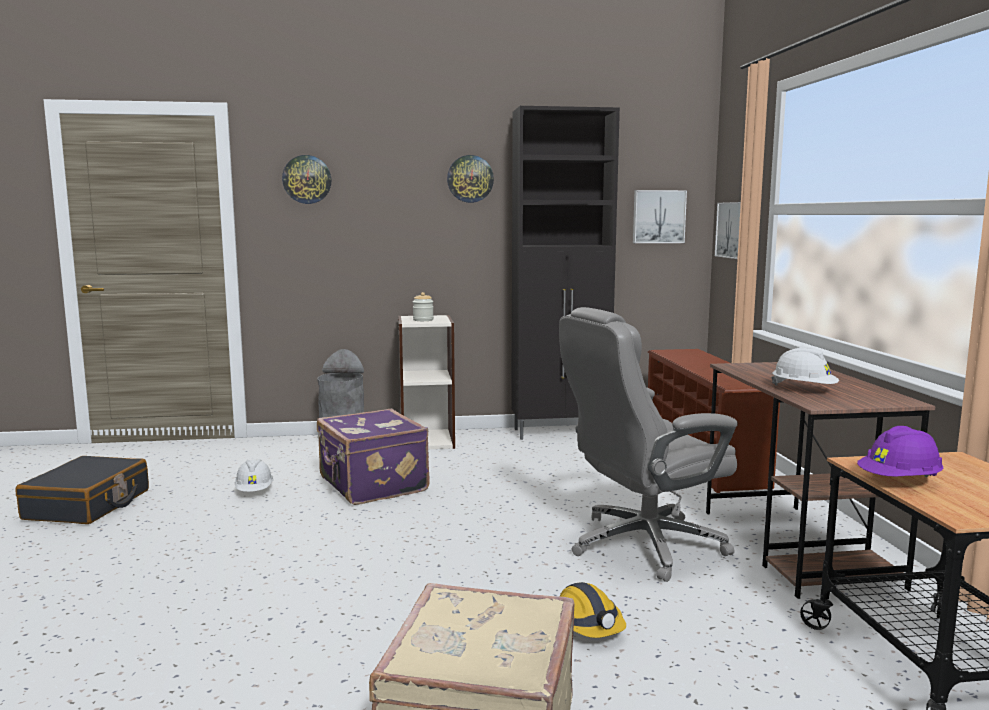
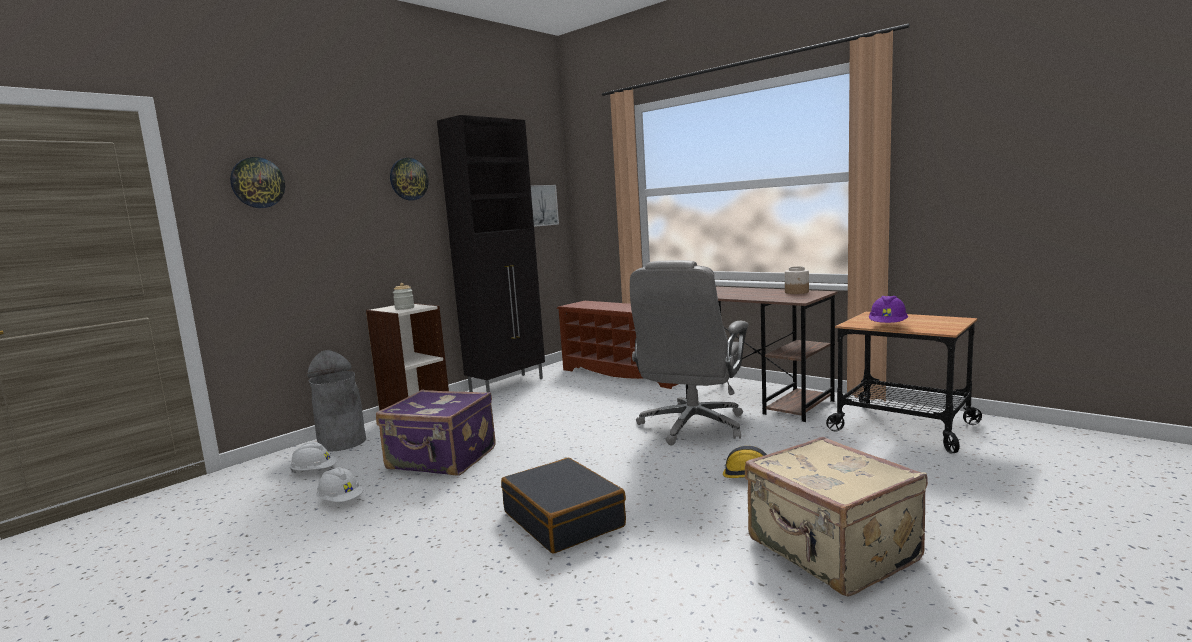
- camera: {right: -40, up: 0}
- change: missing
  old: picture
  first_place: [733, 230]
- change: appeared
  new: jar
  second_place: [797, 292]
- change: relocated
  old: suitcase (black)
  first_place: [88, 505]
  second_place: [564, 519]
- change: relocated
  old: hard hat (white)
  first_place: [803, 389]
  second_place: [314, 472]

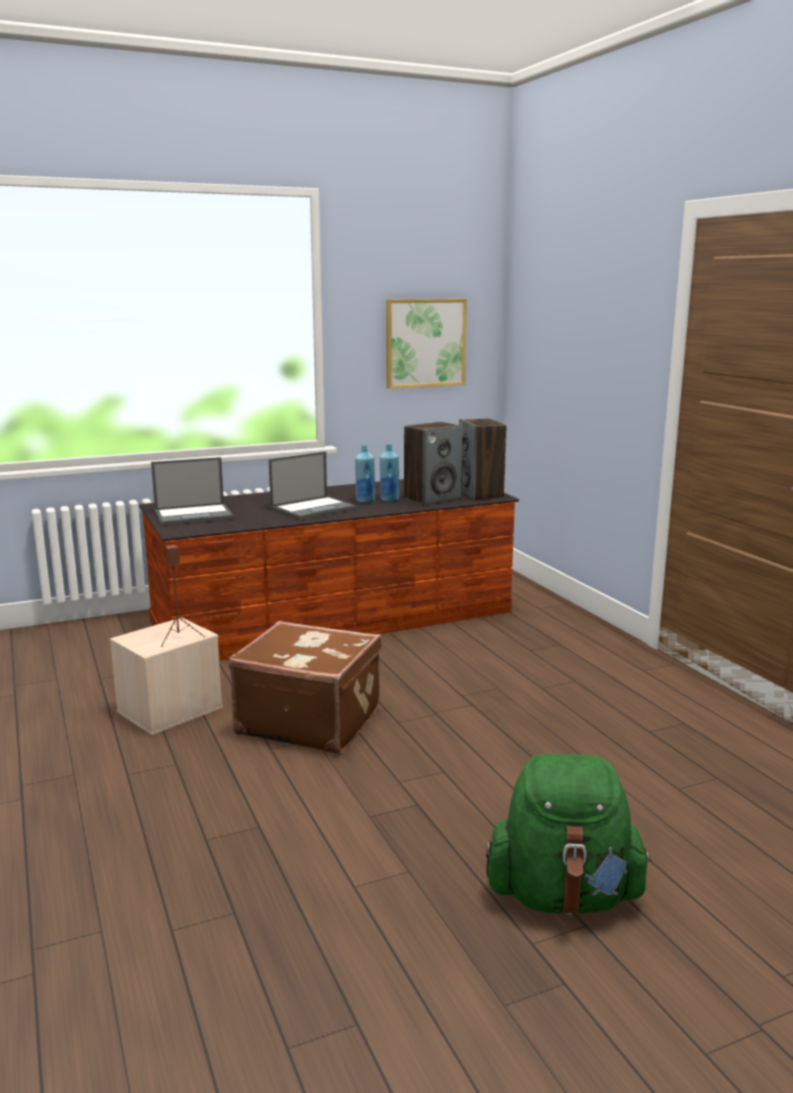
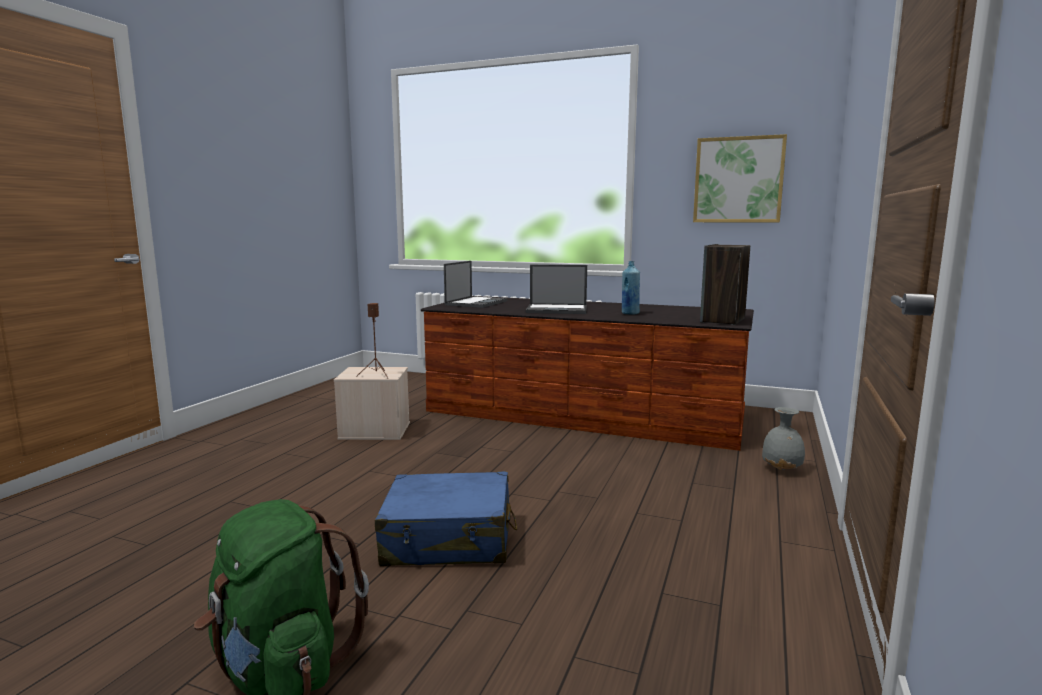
- camera: {right: 45, up: -5}
- change: missing
  old: suitcase (brown)
  first_place: [309, 721]
- change: missing
  old: bottle (blue)
  first_place: [365, 501]
- change: missing
  old: speaker
  first_place: [432, 499]
- change: appeared
  new: suitcase (blue)
  second_place: [449, 539]
- change: appeared
  new: vase (grey)
  second_place: [782, 469]
- change: spun
  old: laptop
  first_place: [194, 515]
  second_place: [476, 303]
  degrees: -90

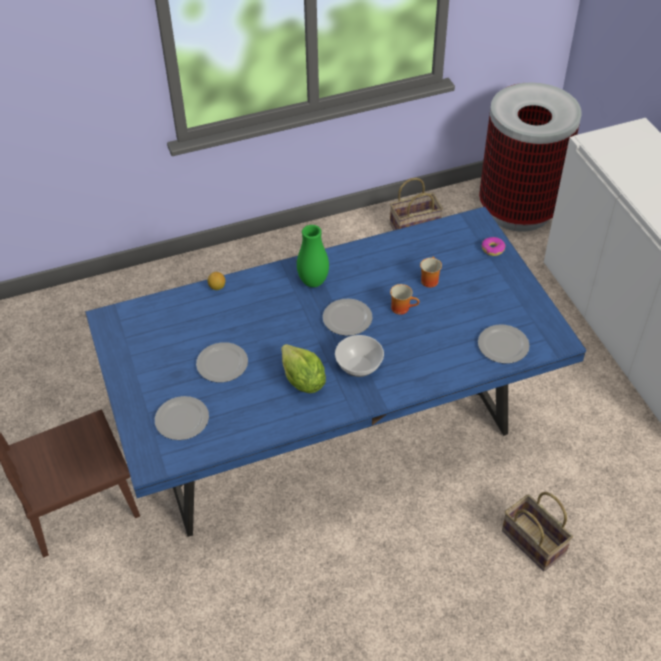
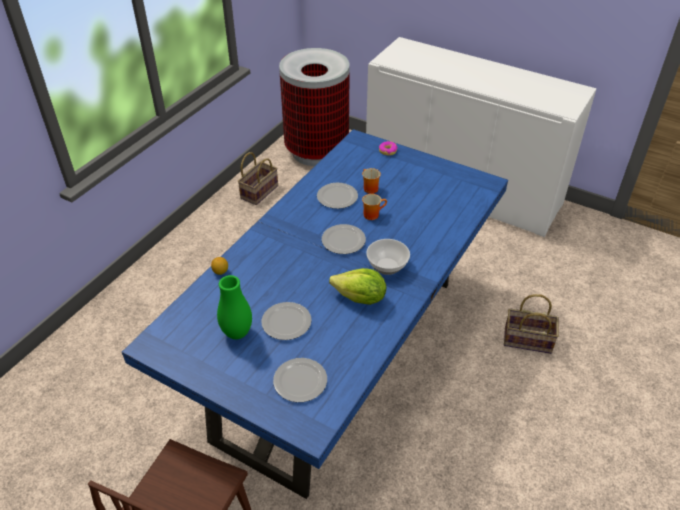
- camera: {right: -40, up: -5}
- change: relocated
  old: vase (green)
  first_place: [313, 282]
  second_place: [237, 333]
- change: relocated
  old: plate
  first_place: [502, 345]
  second_place: [336, 197]

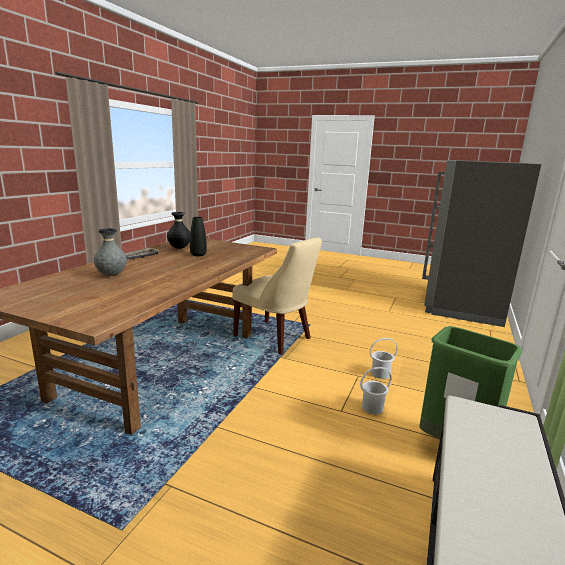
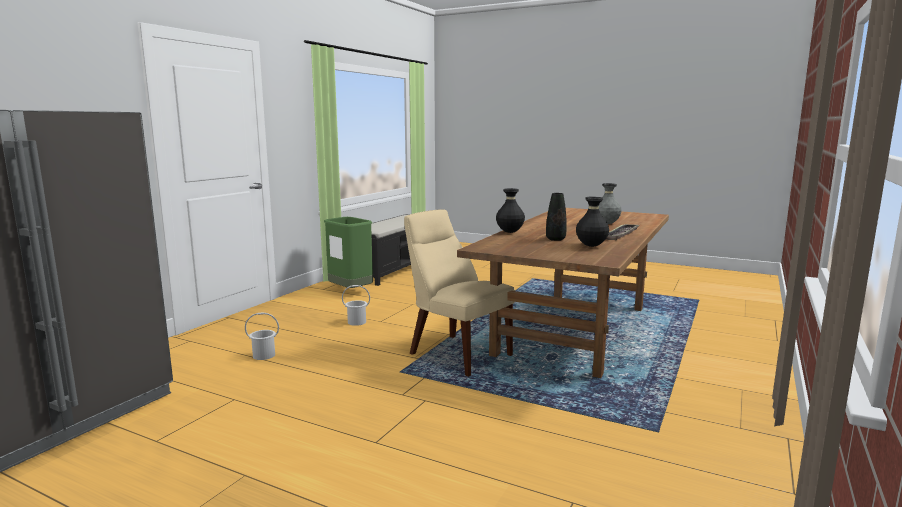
- camera: {right: -175, up: -5}
- change: appeared
  new: vase (black)
  second_place: [510, 232]
- change: relocated
  old: bucket (white)
  first_place: [373, 408]
  second_place: [264, 355]

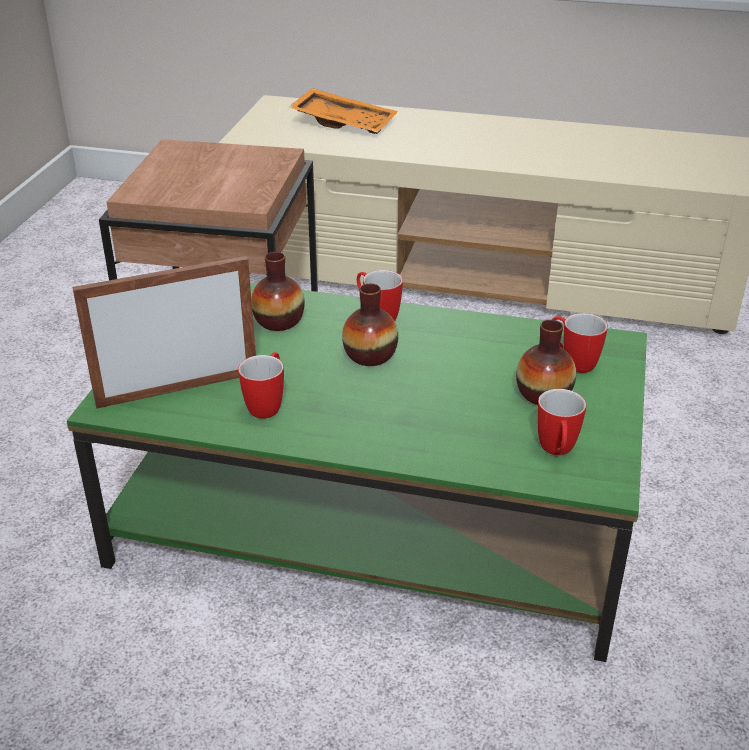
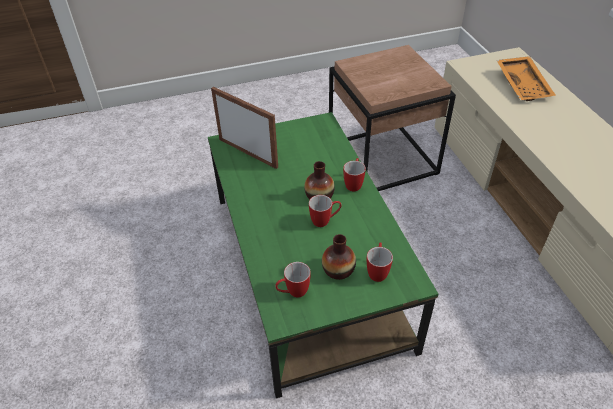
- camera: {right: 60, up: 10}
- change: missing
  old: vase
  first_place: [279, 321]
- change: relocated
  old: mug
  first_place: [267, 405]
  second_place: [325, 221]

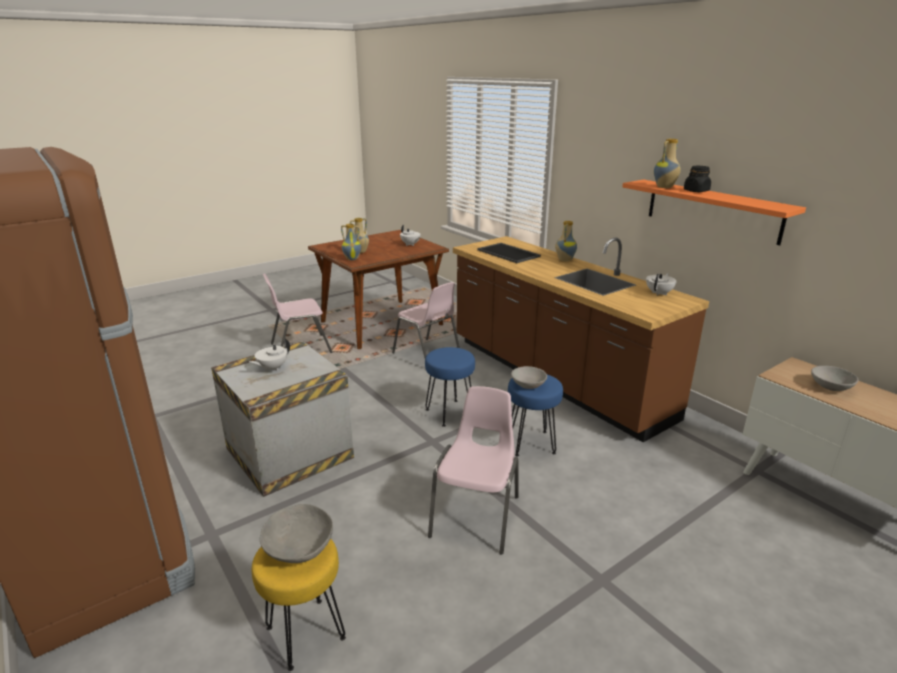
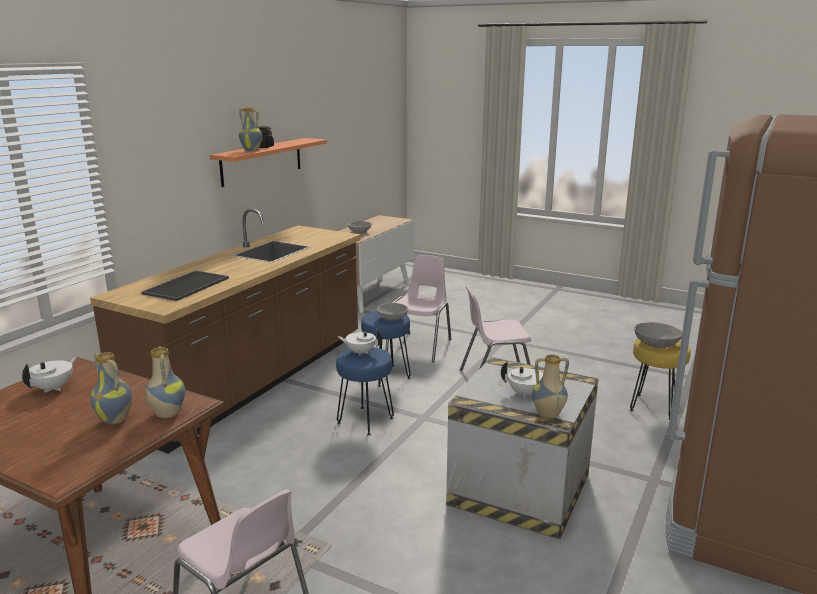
- camera: {right: -115, up: -5}
- change: relocated
  old: chair (pink)
  first_place: [427, 355]
  second_place: [420, 346]
- change: relocated
  old: vase
  first_place: [564, 260]
  second_place: [548, 415]
- change: relocated
  old: teapot (white)
  first_place: [659, 293]
  second_place: [360, 352]

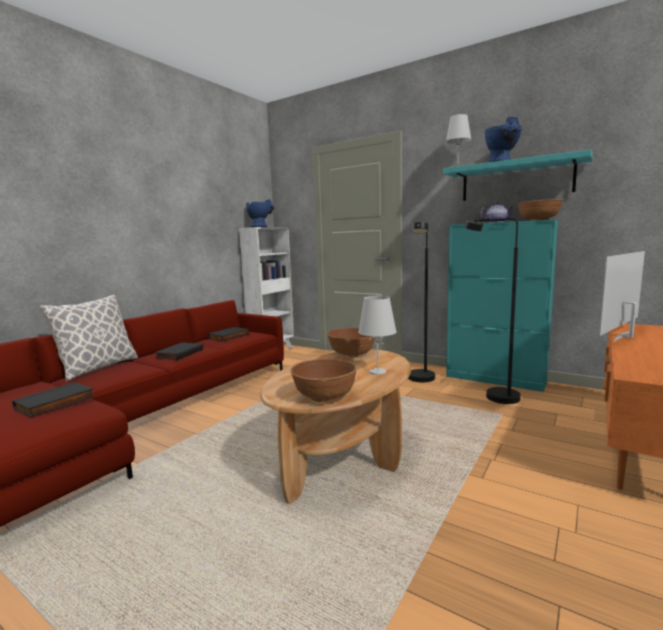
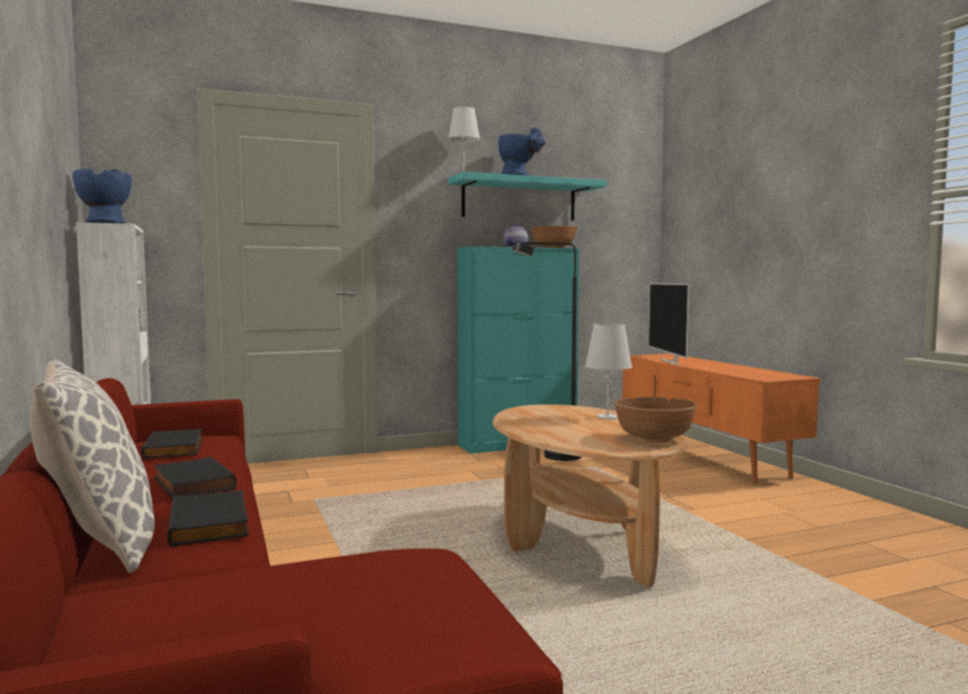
- camera: {right: -55, up: -5}
- change: missing
  old: bowl (brown)
  first_place: [352, 354]
- change: missing
  old: floor lamp (black)
  first_place: [420, 380]
- change: relocated
  old: book (black)
  first_place: [56, 403]
  second_place: [212, 524]

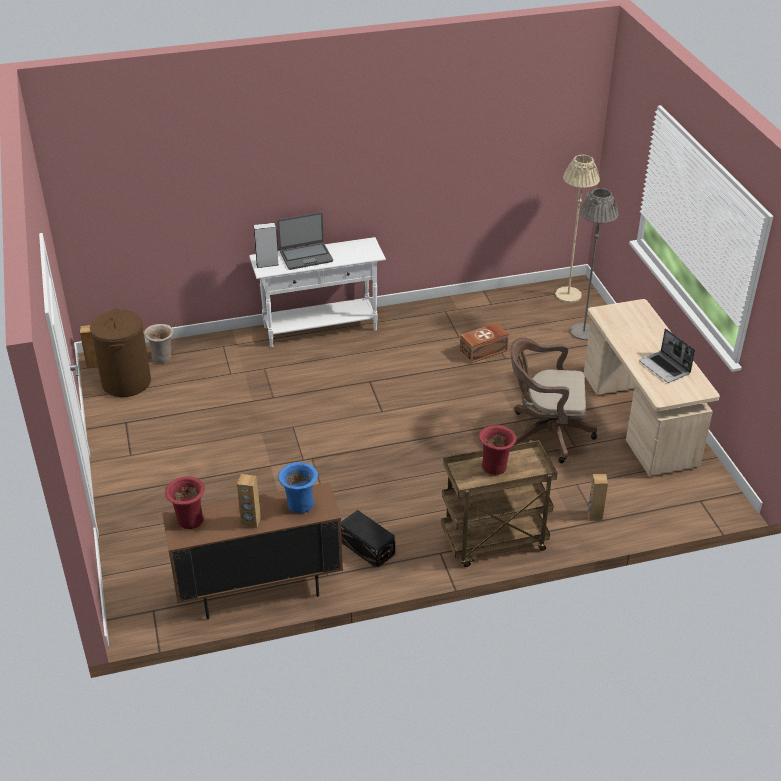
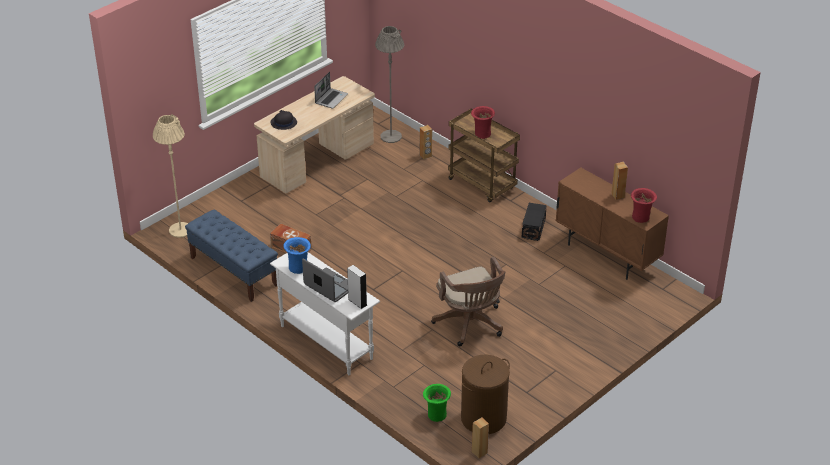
- camera: {right: -120, up: 0}
- change: appeared
  new: bench (blue)
  second_place: [233, 271]
- change: appeared
  new: hat (black)
  second_place: [283, 122]
- change: relocated
  old: vase (blue)
  first_place: [300, 506]
  second_place: [298, 268]
- change: relocated
  old: office chair (brown)
  first_place: [545, 433]
  second_place: [470, 325]
- change: relocated
  old: floor lamp (grey)
  first_place: [583, 332]
  second_place: [391, 136]
- change: colour
  old: vase (beige)
  new: vase (green)
  first_place: [162, 357]
  second_place: [436, 414]

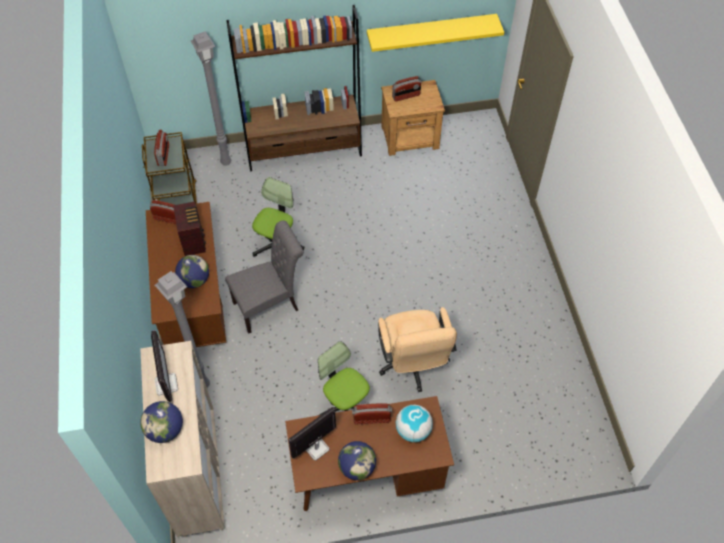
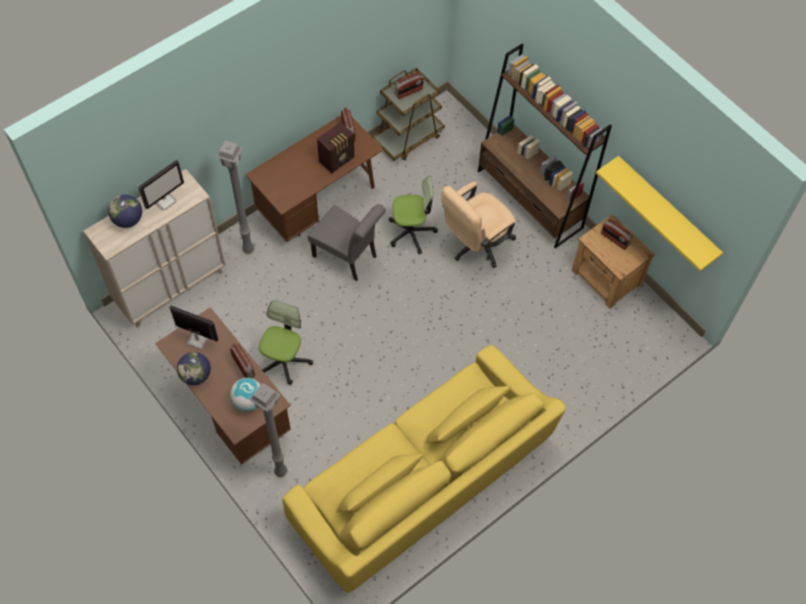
- camera: {right: 60, up: 5}
- change: missing
  old: globe
  first_place: [194, 280]
- change: appeared
  new: sofa (yellow)
  second_place: [422, 481]
- change: relocated
  old: floor lamp (grey)
  first_place: [225, 163]
  second_place: [279, 472]
- change: relocated
  old: office chair (beige)
  first_place: [412, 365]
  second_place: [475, 245]

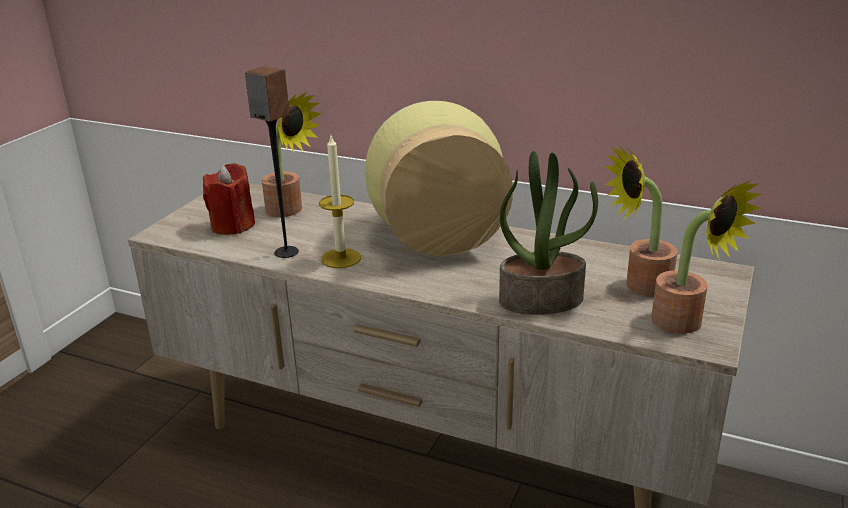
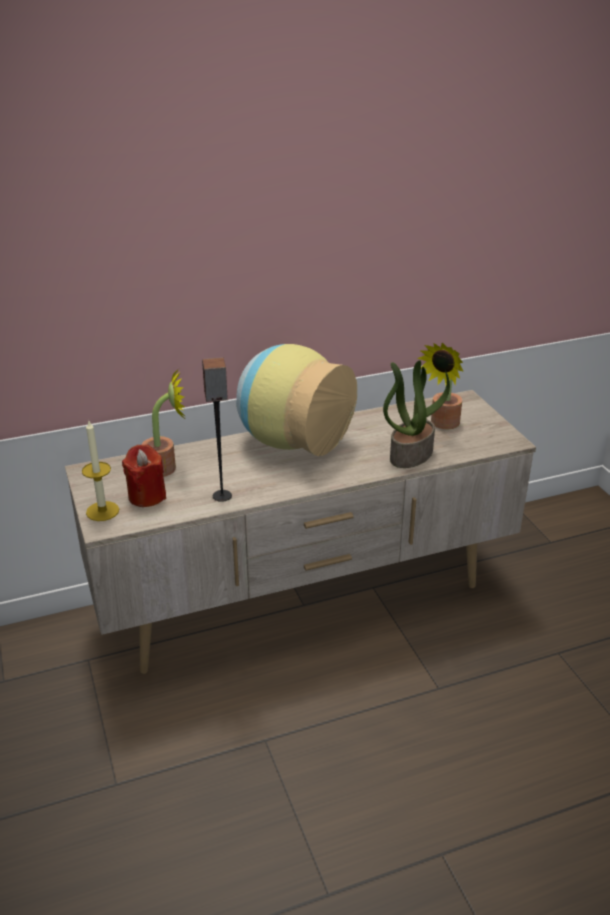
- camera: {right: -45, up: 5}
- change: missing
  old: potted plant
  first_place: [685, 324]
- change: relocated
  old: candle
  first_place: [341, 258]
  second_place: [102, 511]

